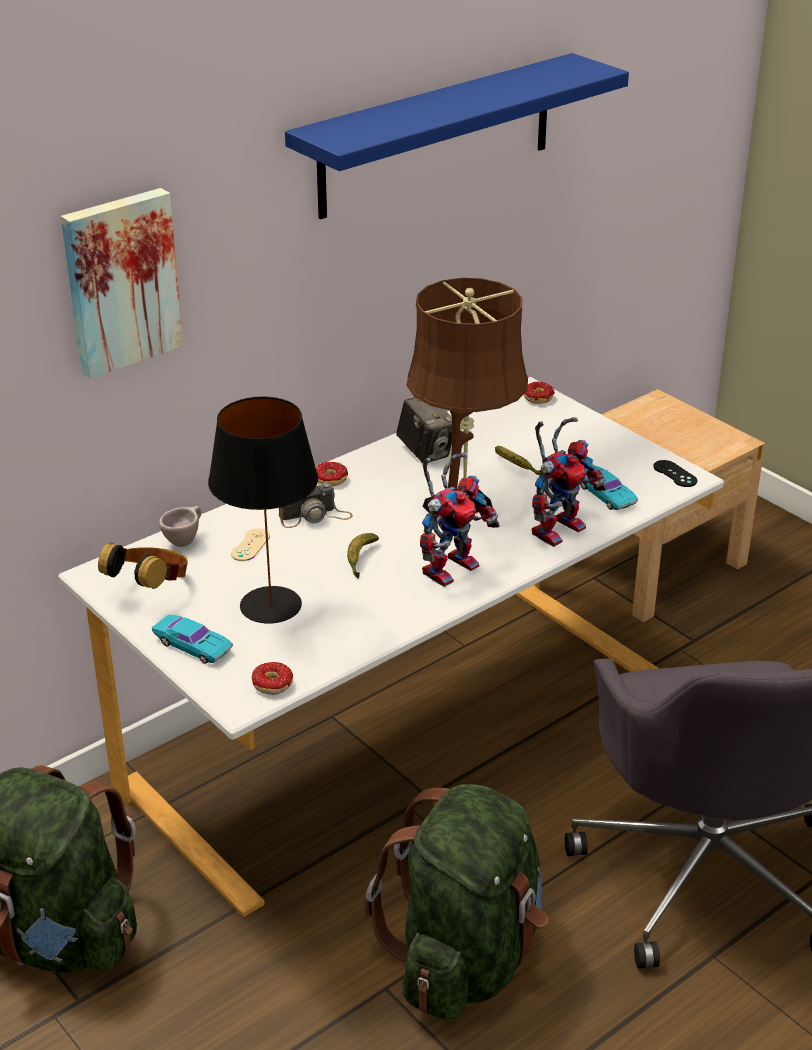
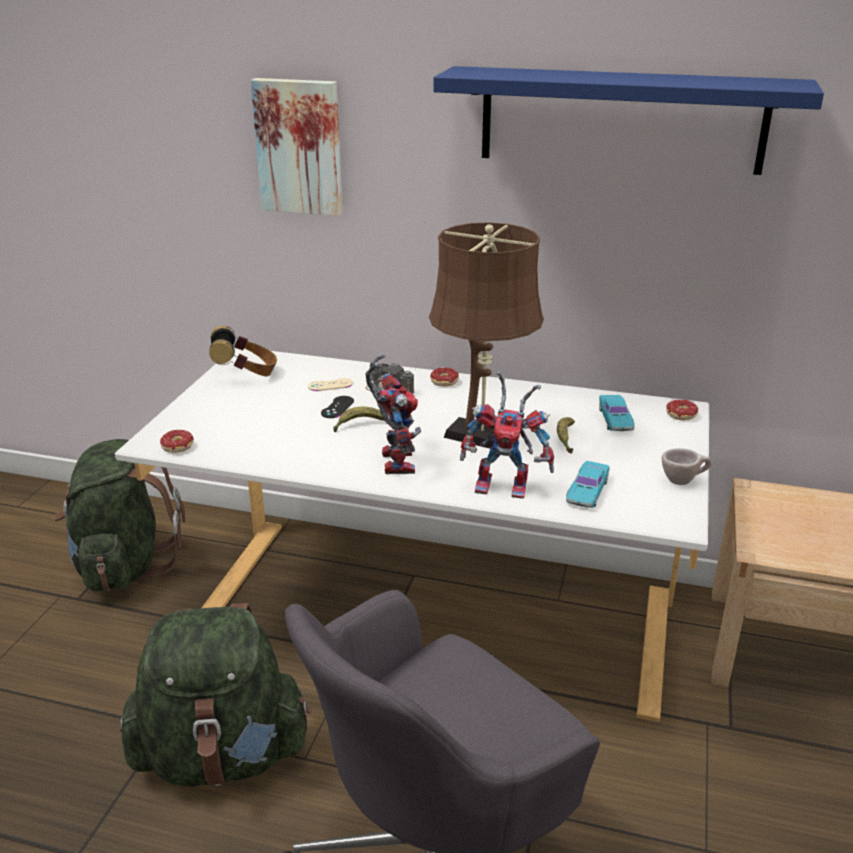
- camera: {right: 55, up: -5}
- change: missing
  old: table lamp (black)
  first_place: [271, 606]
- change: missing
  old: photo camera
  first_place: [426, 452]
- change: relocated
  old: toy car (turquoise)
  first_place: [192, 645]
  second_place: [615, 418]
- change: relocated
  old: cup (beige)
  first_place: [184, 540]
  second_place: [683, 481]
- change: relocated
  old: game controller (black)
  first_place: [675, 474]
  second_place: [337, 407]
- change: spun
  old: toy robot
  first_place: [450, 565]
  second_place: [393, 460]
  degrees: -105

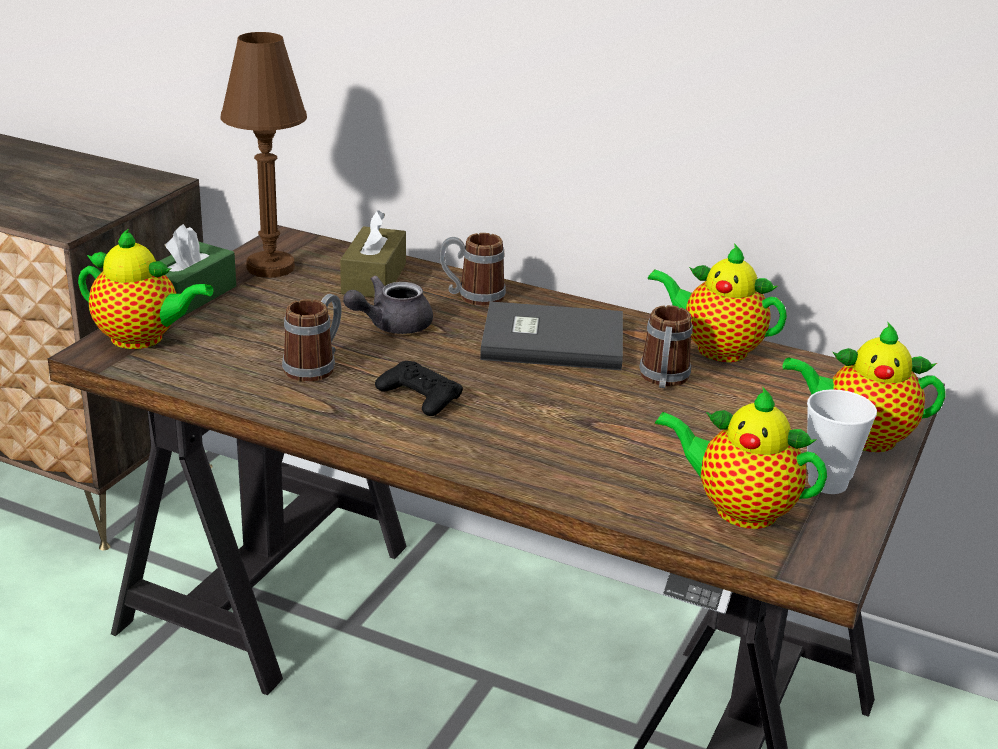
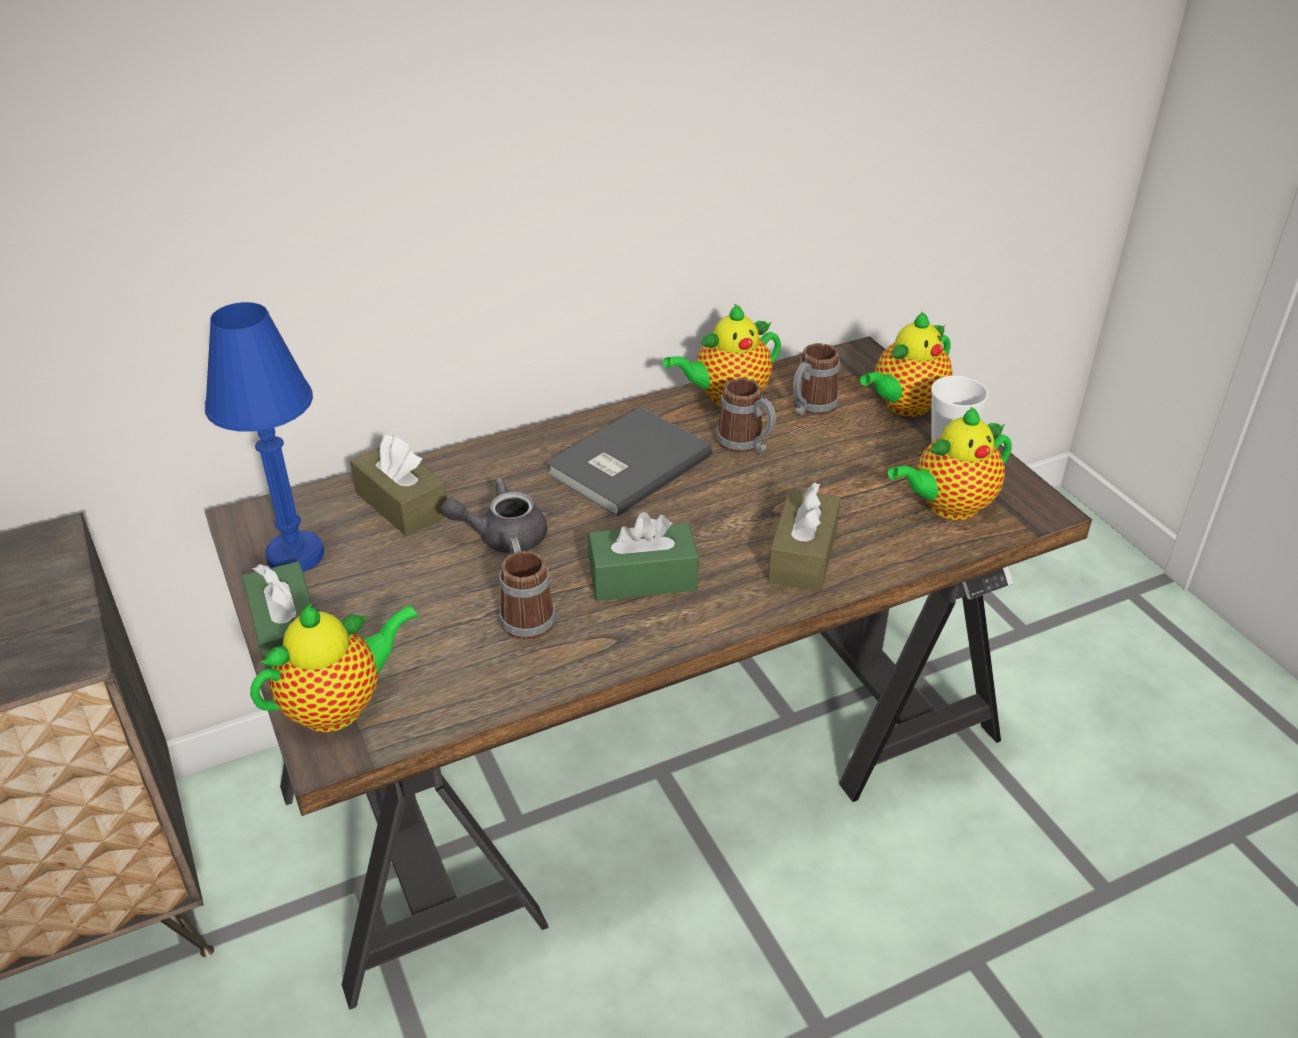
- camera: {right: -50, up: 10}
- change: appeared
  new: tissue box (brown)
  second_place: [803, 555]
- change: relocated
  old: mug
  first_place: [472, 296]
  second_place: [810, 408]
- change: exchanged
  old: game controller (black)
  new: tissue box (green)
  first_place: [420, 396]
  second_place: [643, 578]
- change: colour
  old: table lamp (brown)
  new: table lamp (blue)
  first_place: [270, 267]
  second_place: [295, 555]
- change: spun
  old: teapot (grey)
  first_place: [391, 325]
  second_place: [502, 536]
  degrees: 75

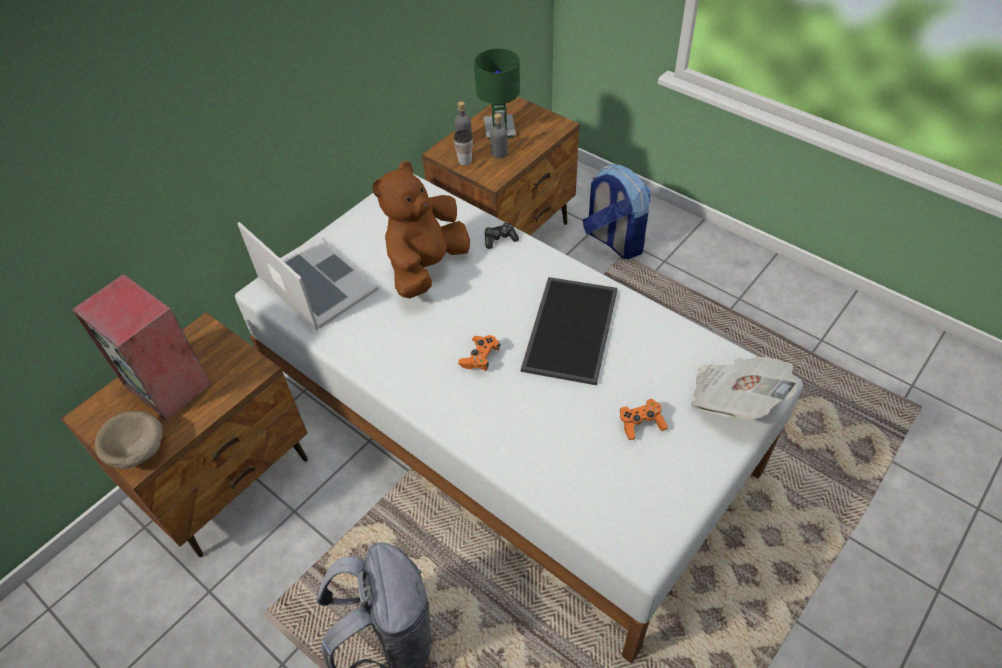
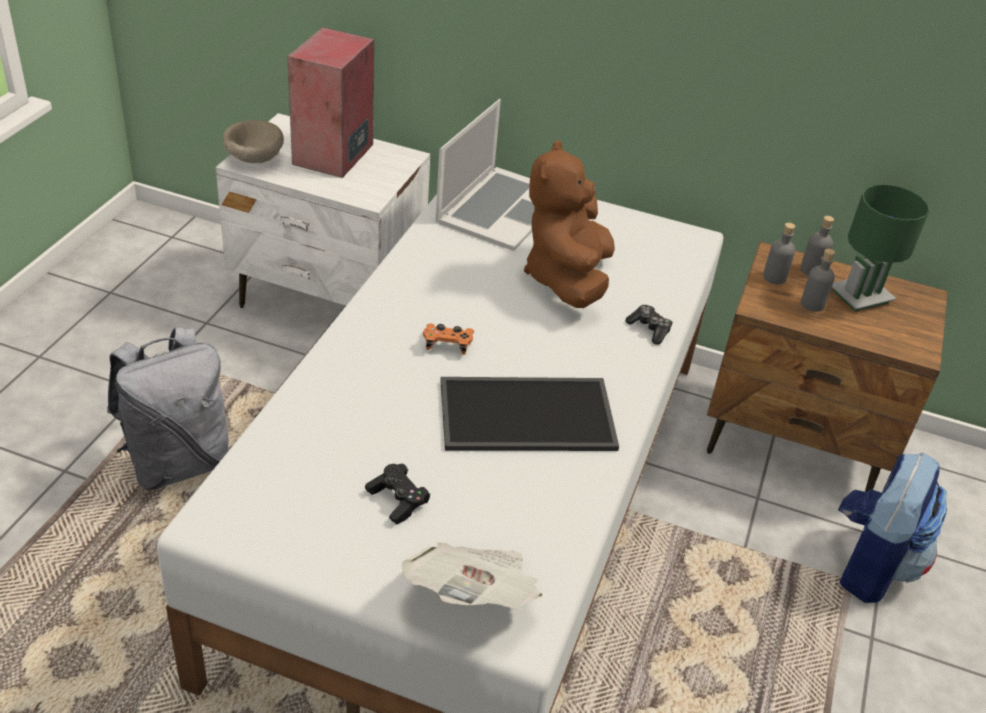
- camera: {right: 65, up: -10}
- change: exchanged
  old: cup
  new: bottle (grey)
  first_place: [465, 161]
  second_place: [774, 277]
- change: colour
  old: nightstand (brown)
  new: nightstand (white)
  first_place: [227, 479]
  second_place: [328, 299]
- change: colour
  old: game controller (orange)
  new: game controller (black)
  first_place: [641, 424]
  second_place: [397, 500]
- change: spun
  old: plush toy (brown)
  first_place: [426, 267]
  second_place: [567, 279]
  degrees: -90

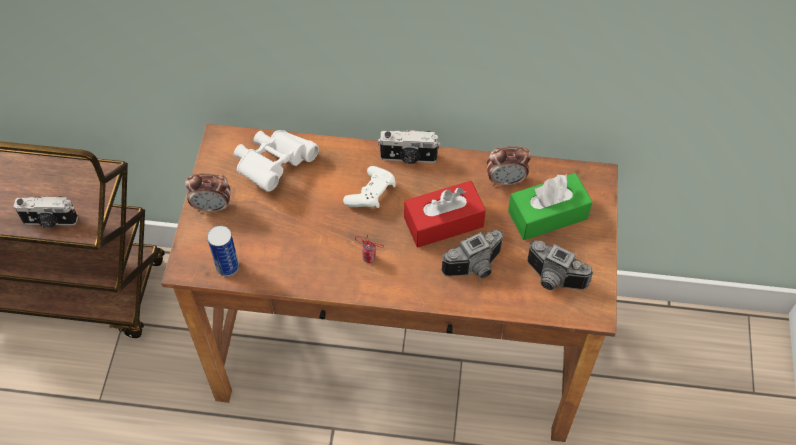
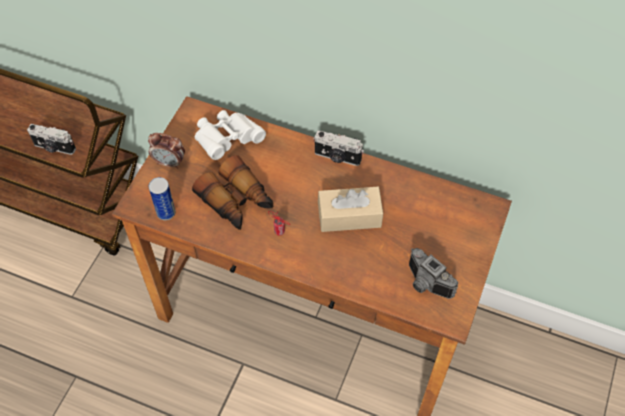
- camera: {right: 15, up: 0}
- change: missing
  old: game controller (white)
  first_place: [371, 195]
- change: missing
  old: photo camera
  first_place: [476, 268]
- change: missing
  old: alarm clock
  first_place: [506, 180]
- change: missing
  old: tissue box (green)
  first_place: [547, 215]
- change: appeared
  new: binoculars
  second_place: [237, 202]
- change: colour
  old: tissue box (red)
  new: tissue box (beige)
  first_place: [443, 222]
  second_place: [349, 216]

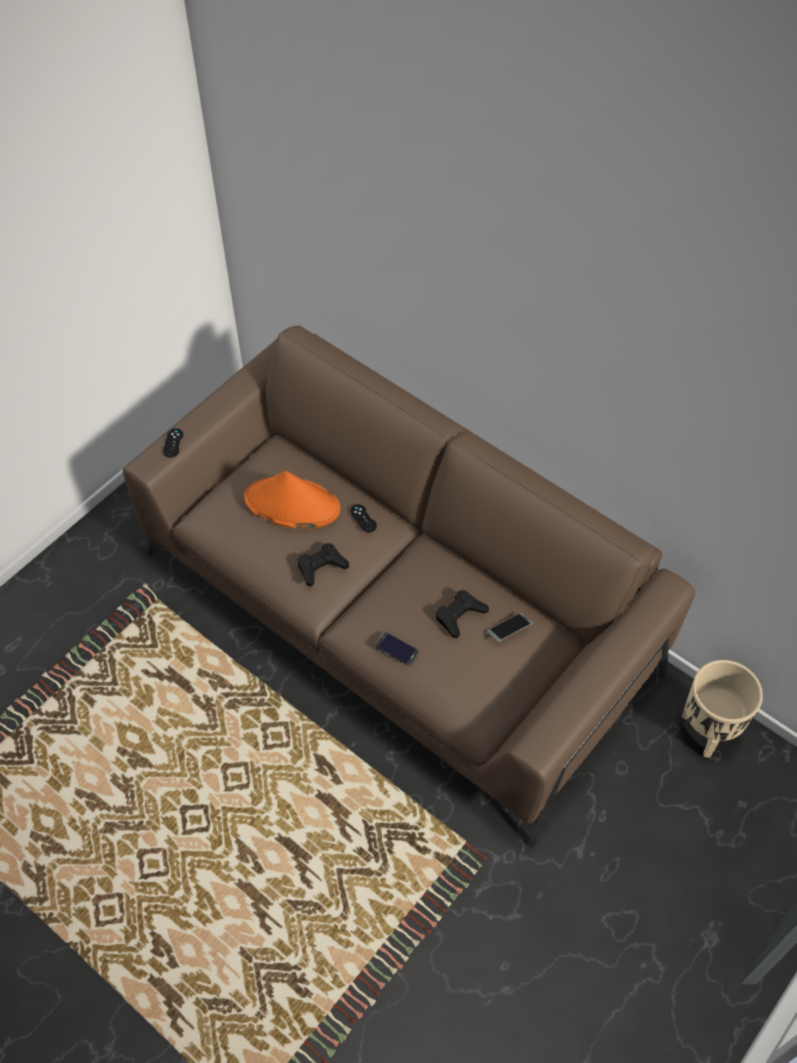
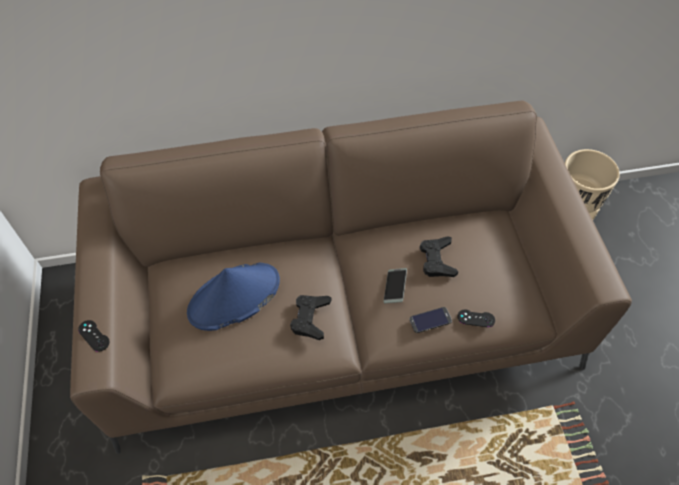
- camera: {right: -50, up: 0}
- change: relocated
  old: game controller (black)
  first_place: [363, 518]
  second_place: [476, 318]
- change: relocated
  old: phone
  first_place: [509, 629]
  second_place: [395, 287]
- change: colour
  old: hat (orange)
  new: hat (blue)
  first_place: [291, 504]
  second_place: [234, 297]

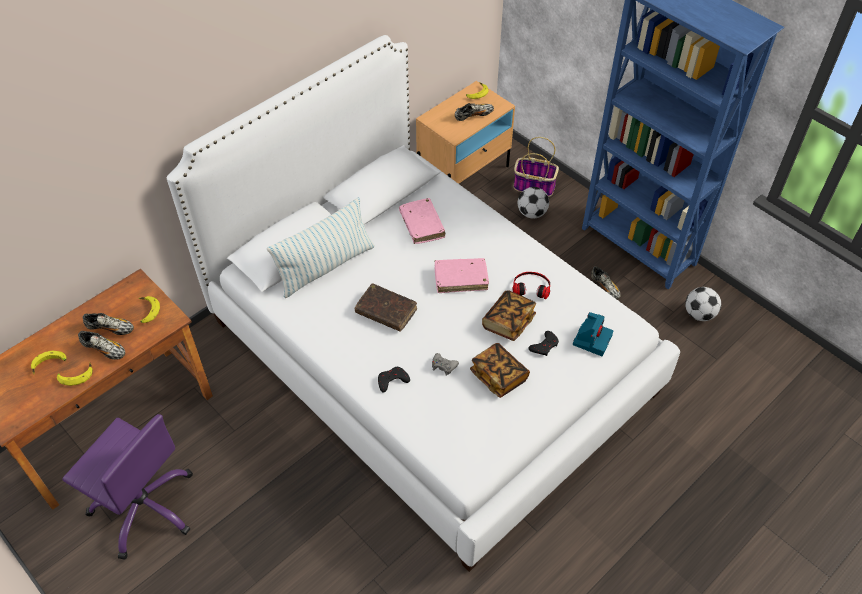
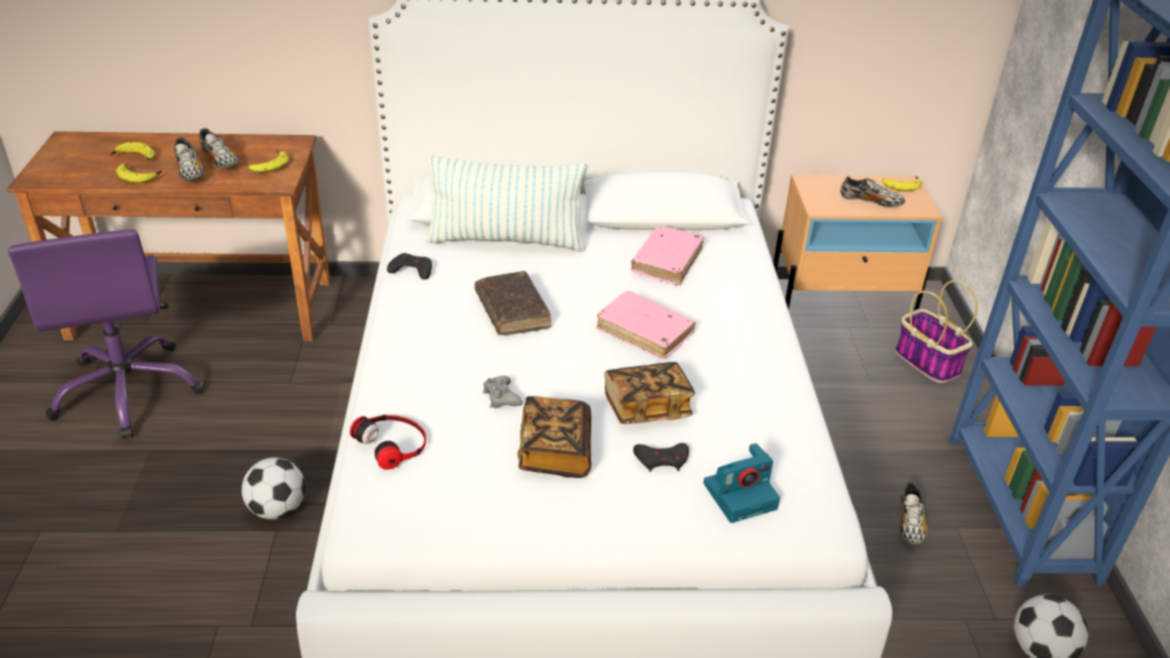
- camera: {right: 40, up: -15}
- change: relocated
  old: game controller (black)
  first_place: [392, 380]
  second_place: [411, 270]
- change: relocated
  old: headphones
  first_place: [531, 286]
  second_place: [393, 443]
- change: relocated
  old: football
  first_place: [531, 213]
  second_place: [278, 509]

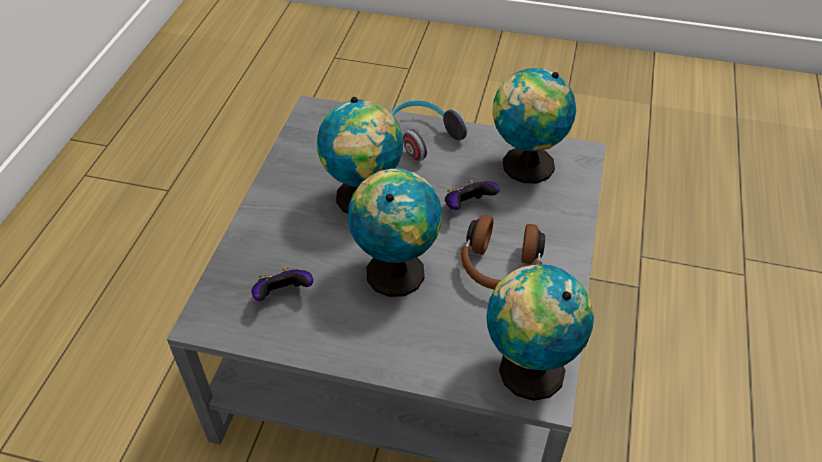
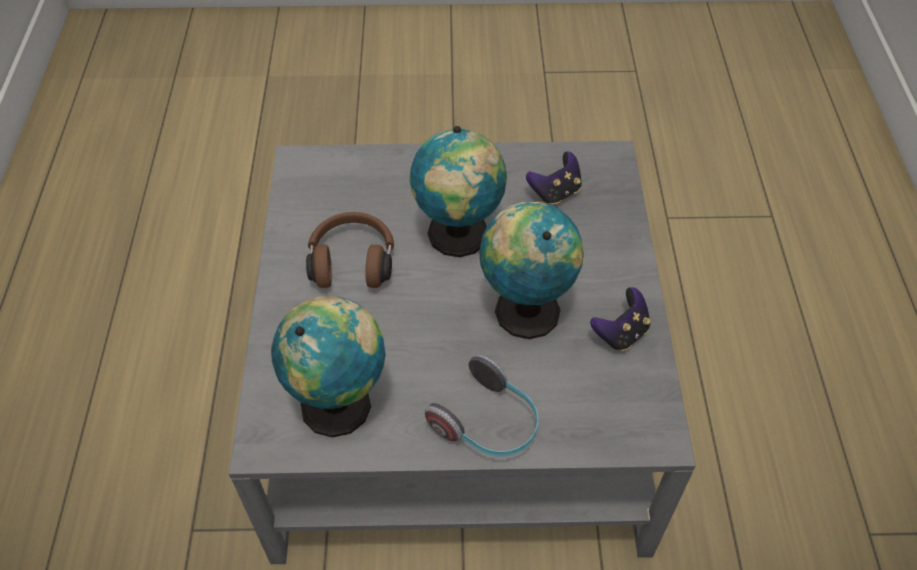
- camera: {right: 165, up: 5}
- change: missing
  old: globe
  first_place: [527, 369]
- change: relocated
  old: game controller
  first_place: [467, 207]
  second_place: [620, 333]

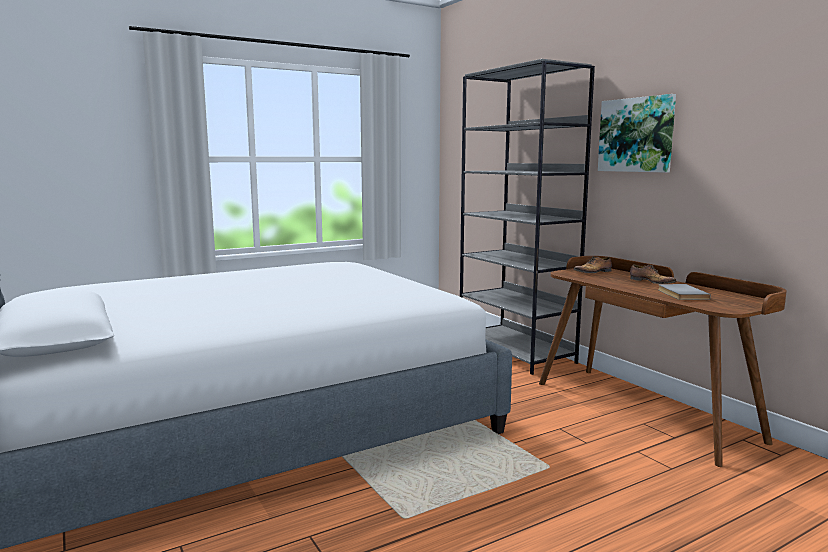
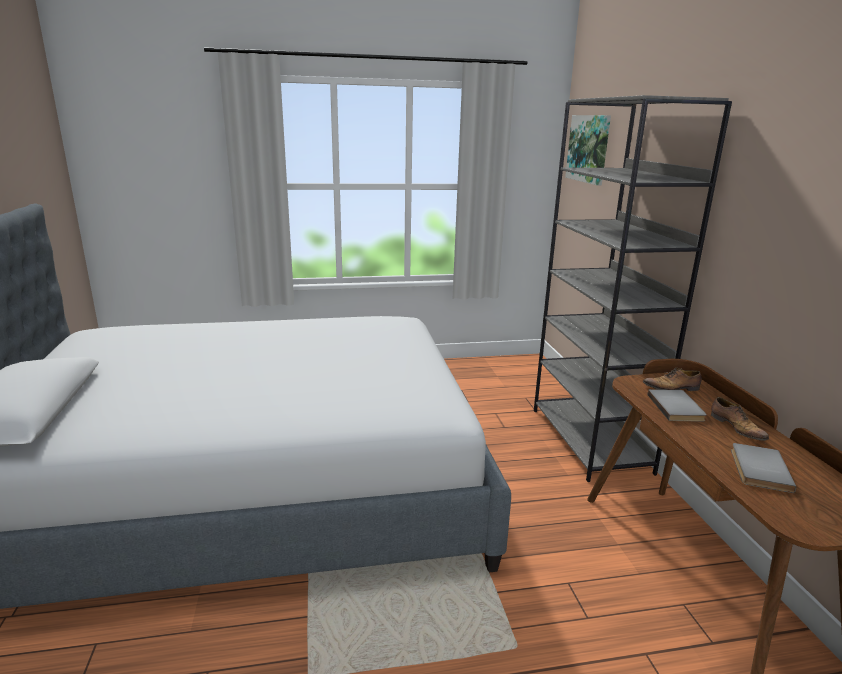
- camera: {right: 20, up: 10}
- change: appeared
  new: book (grey)
  second_place: [677, 407]
- change: relocated
  old: picture
  first_place: [636, 135]
  second_place: [589, 148]

